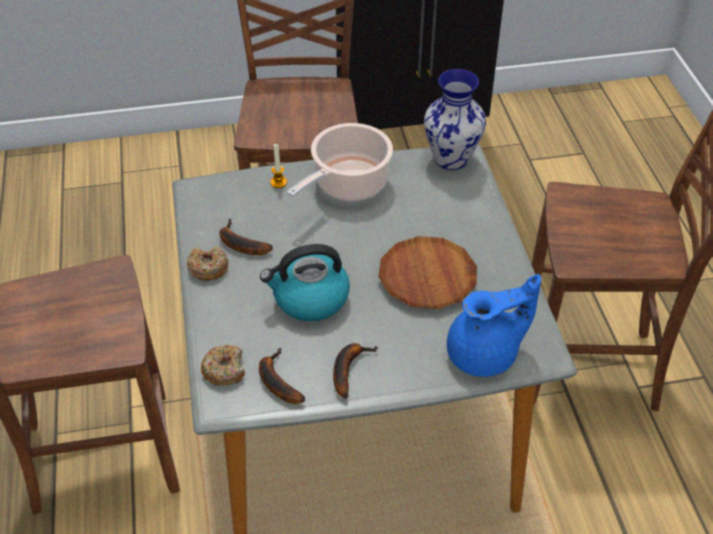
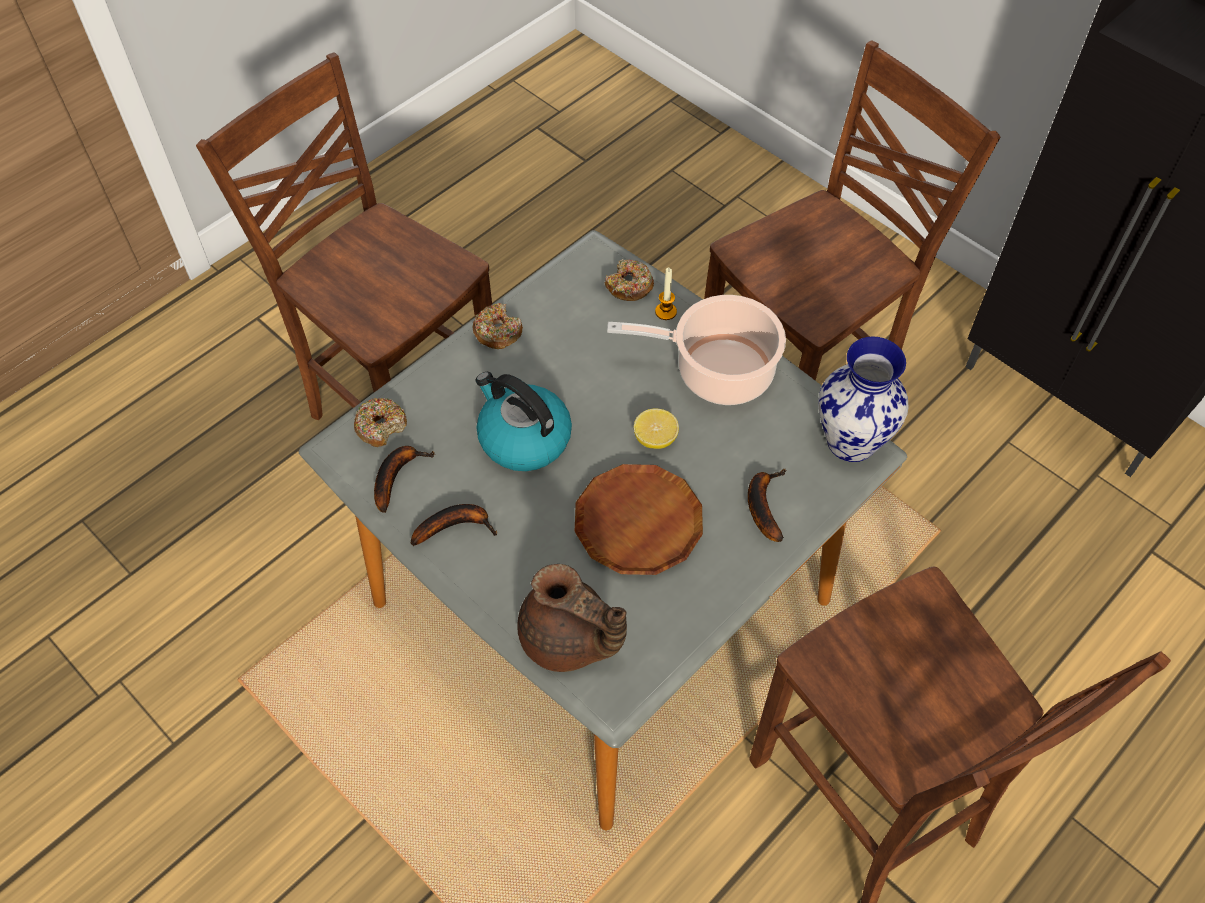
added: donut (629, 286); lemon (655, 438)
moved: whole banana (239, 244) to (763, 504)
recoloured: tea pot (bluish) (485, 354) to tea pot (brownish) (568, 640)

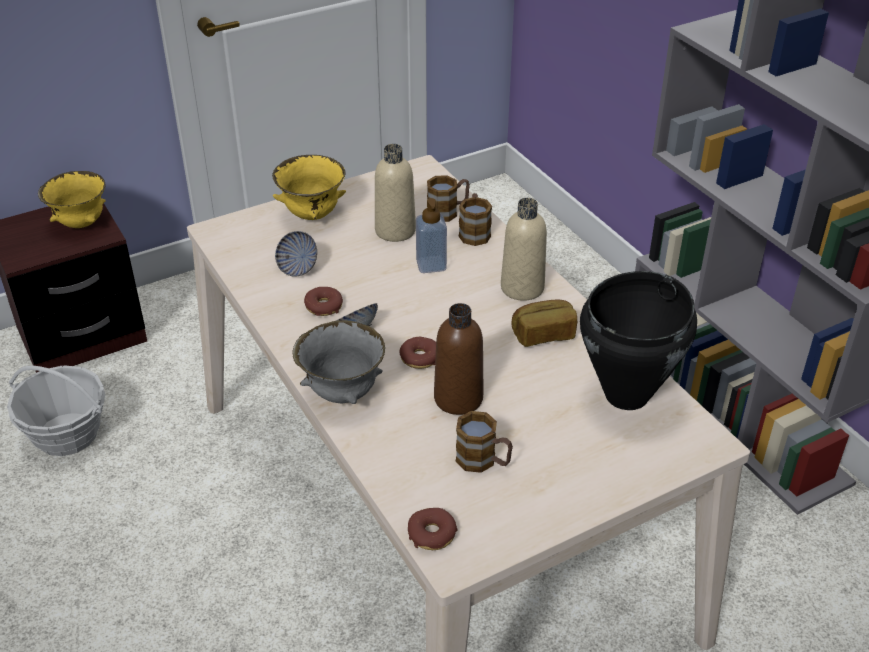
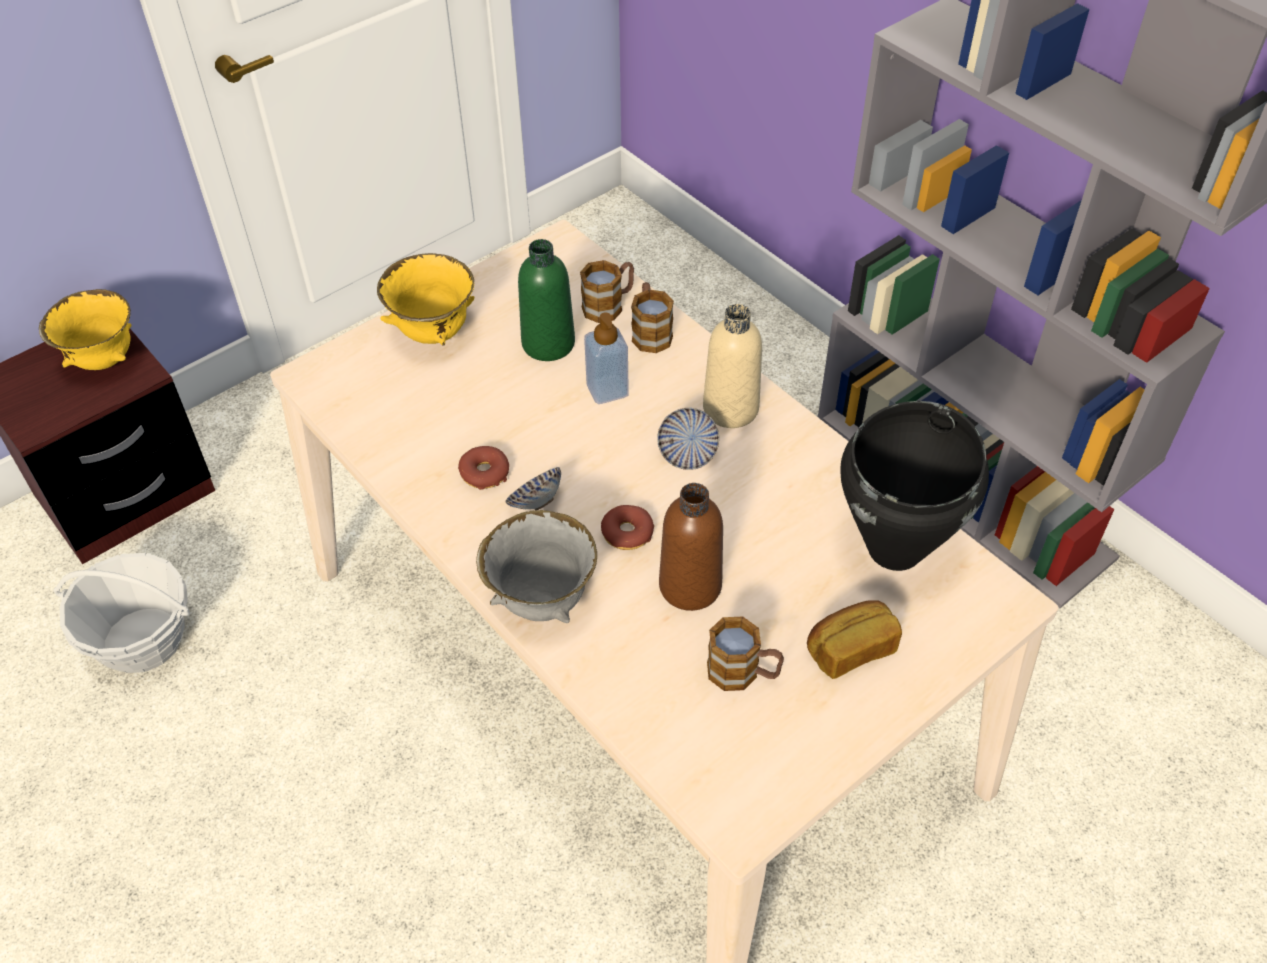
removed: donut (432, 534)
moved: bowl (298, 268) to (687, 454); baked bread (543, 334) to (850, 648)
recoloured: bottle (beige-coloured) (395, 230) to bottle (green) (548, 343)

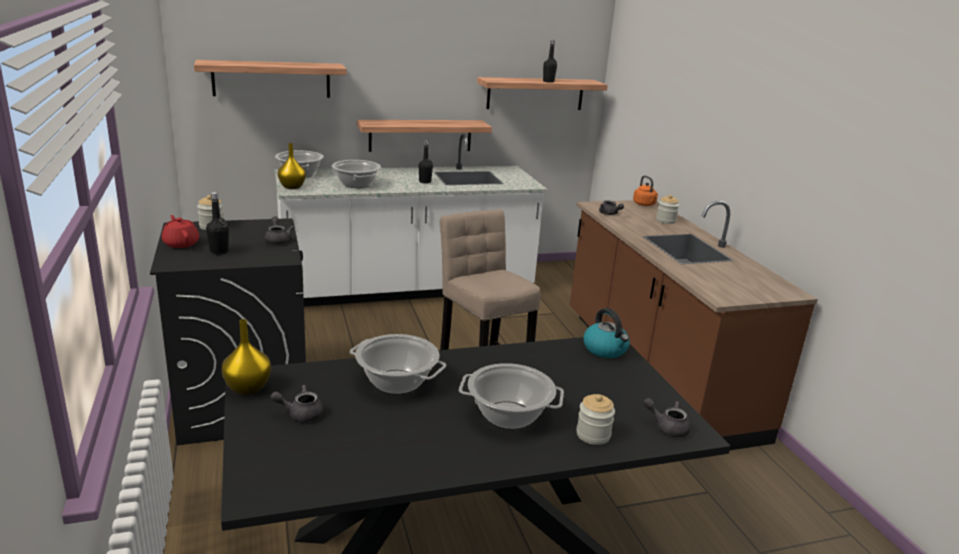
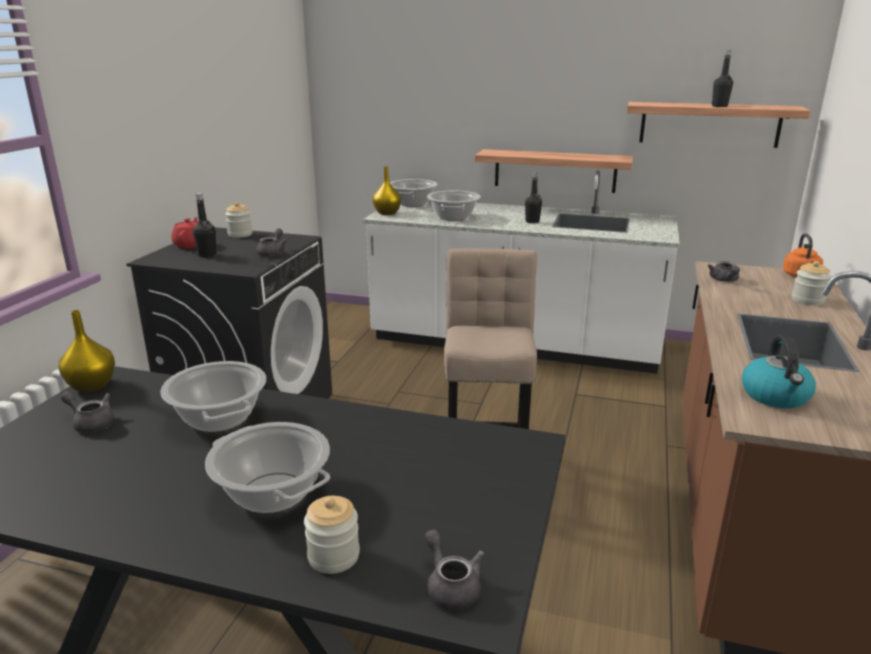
removed: shelf (271, 79)
moved: kettle (605, 349) to (775, 396)

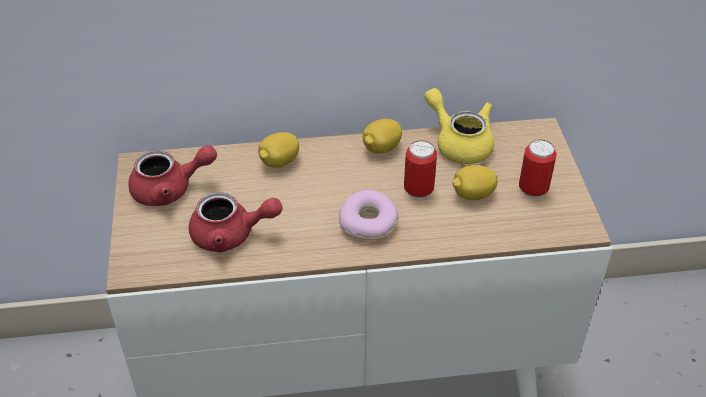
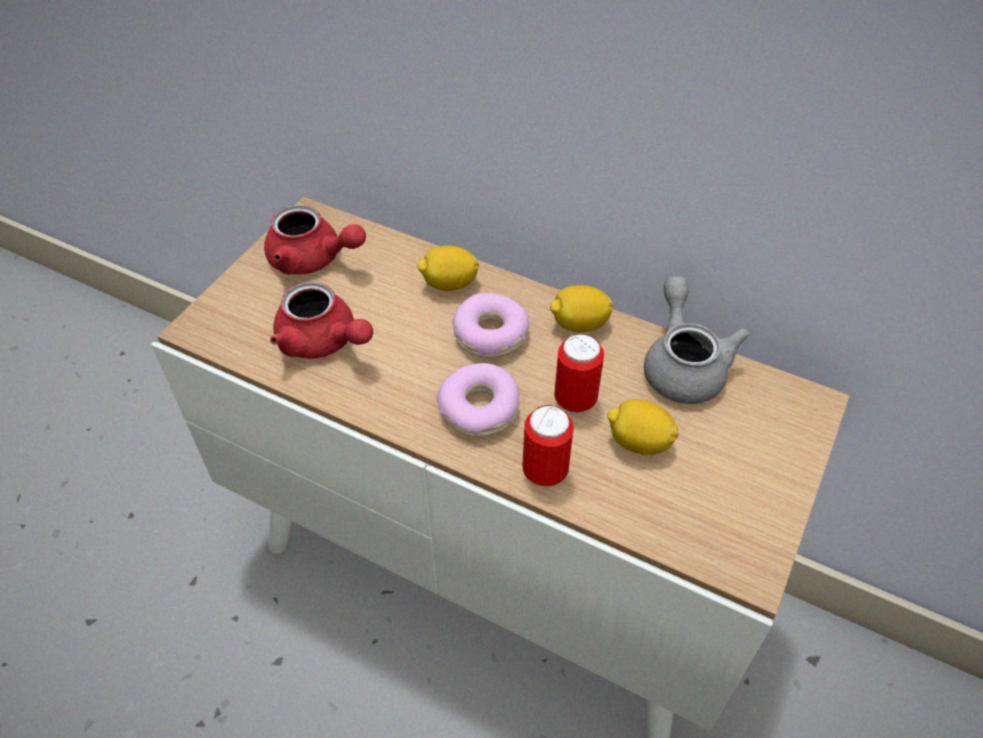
added: donut (490, 335)
moved: sealed can (533, 190) to (545, 472)
recoloured: tea pot (yellow-coloured) (459, 143) to tea pot (greyish) (683, 365)

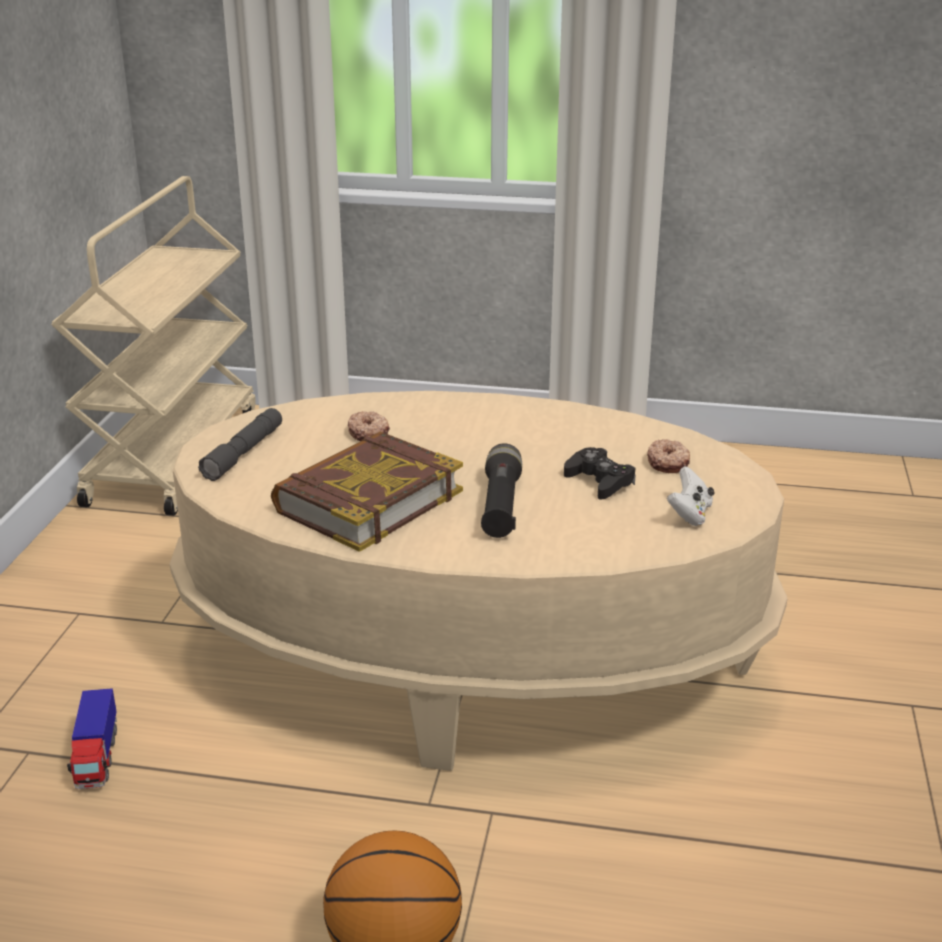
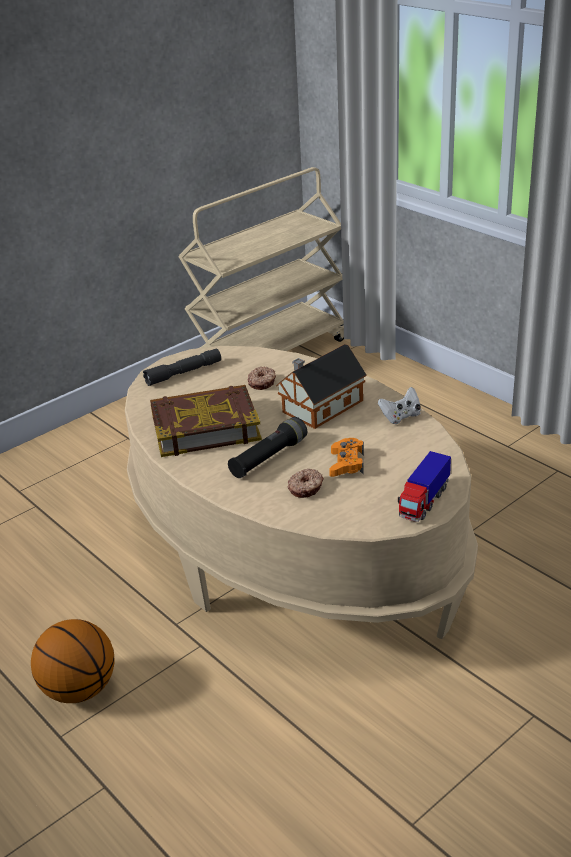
added: toy house (319, 407)
moved: donut (668, 463) to (306, 488); game controller (white-coloured) (689, 514) to (401, 417); toy truck (97, 758) to (424, 502)
recoloured: game controller (blackish) (599, 481) to game controller (orangey) (347, 464)

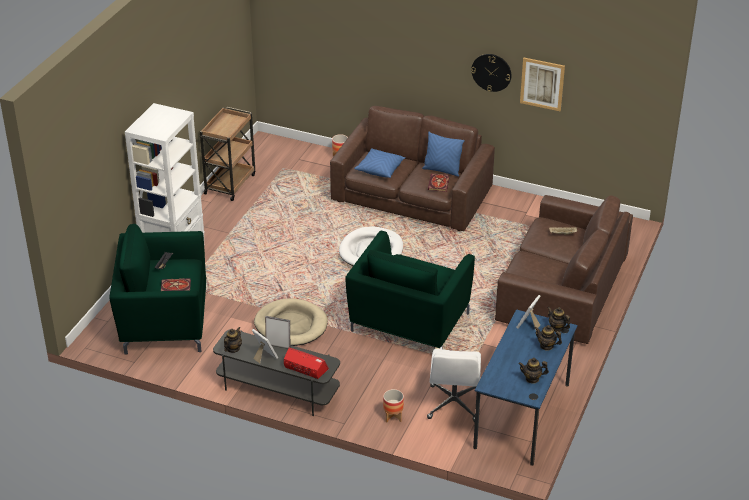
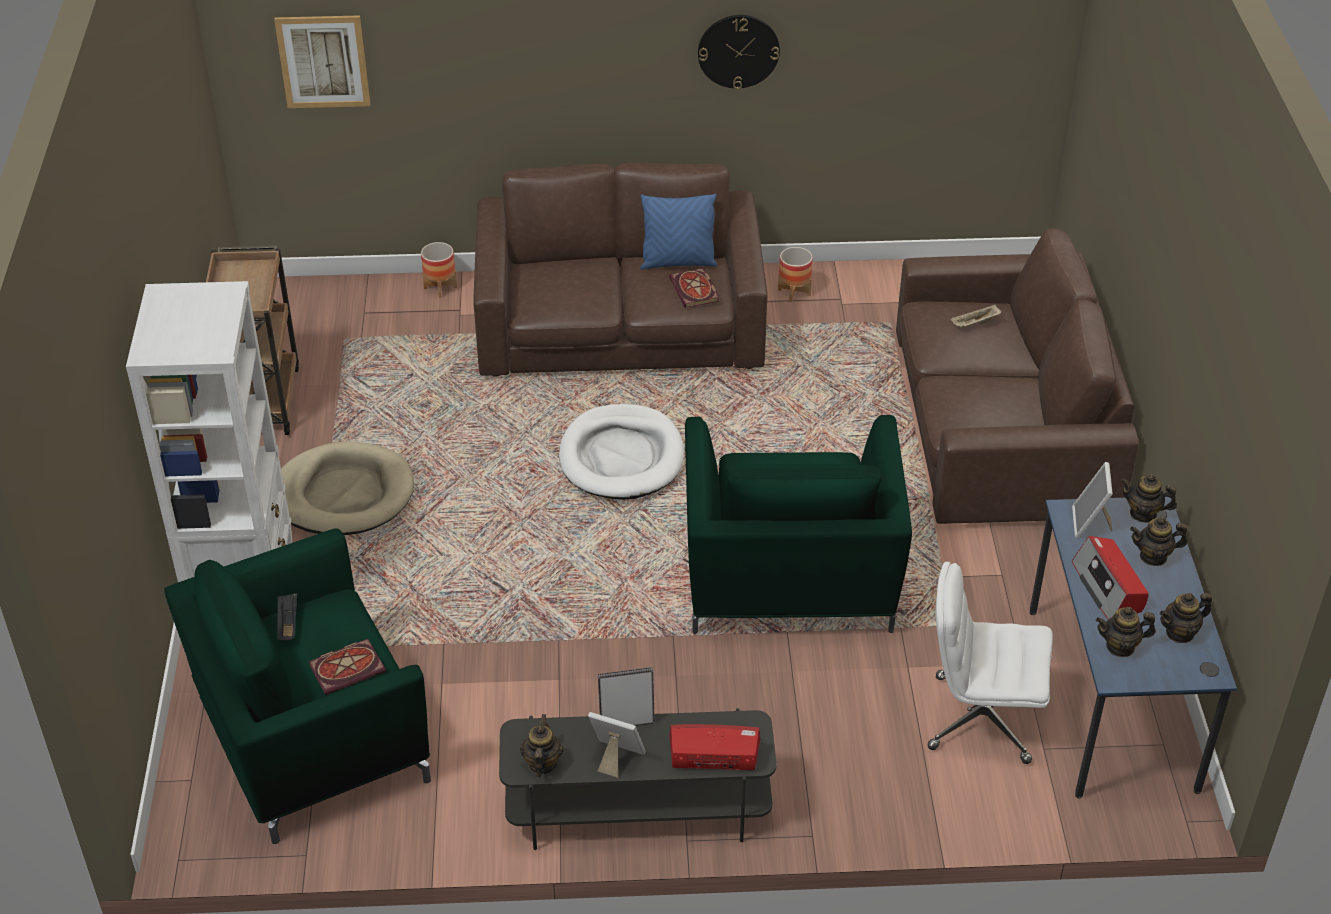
removed: throw pillow (bluish) (380, 169)
added: radio (1108, 588); tea pot (1120, 647)
moved: wall picture (542, 84) to (323, 61); dog bed (beige-coloured) (291, 325) to (343, 494); flower pot (393, 416) to (794, 292)
turned: desk chair (white-coloured) (453, 404) = (980, 719) 120 degrees clockwise

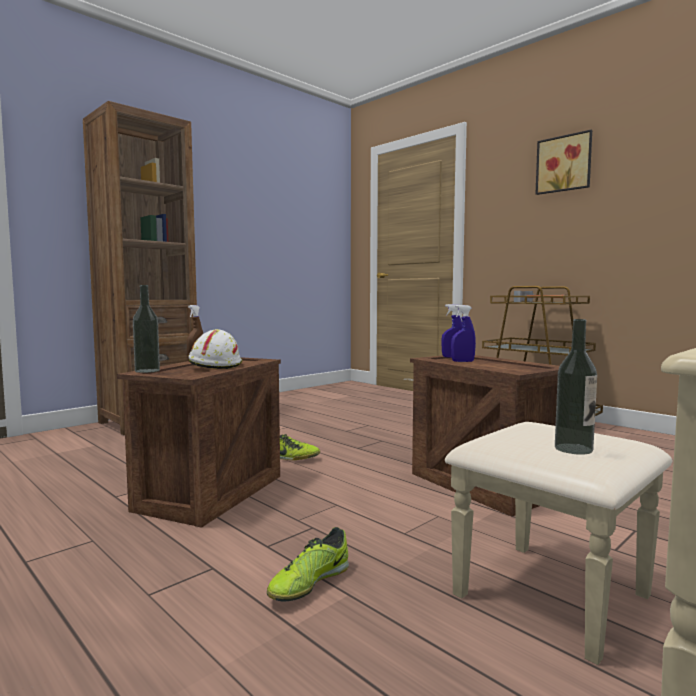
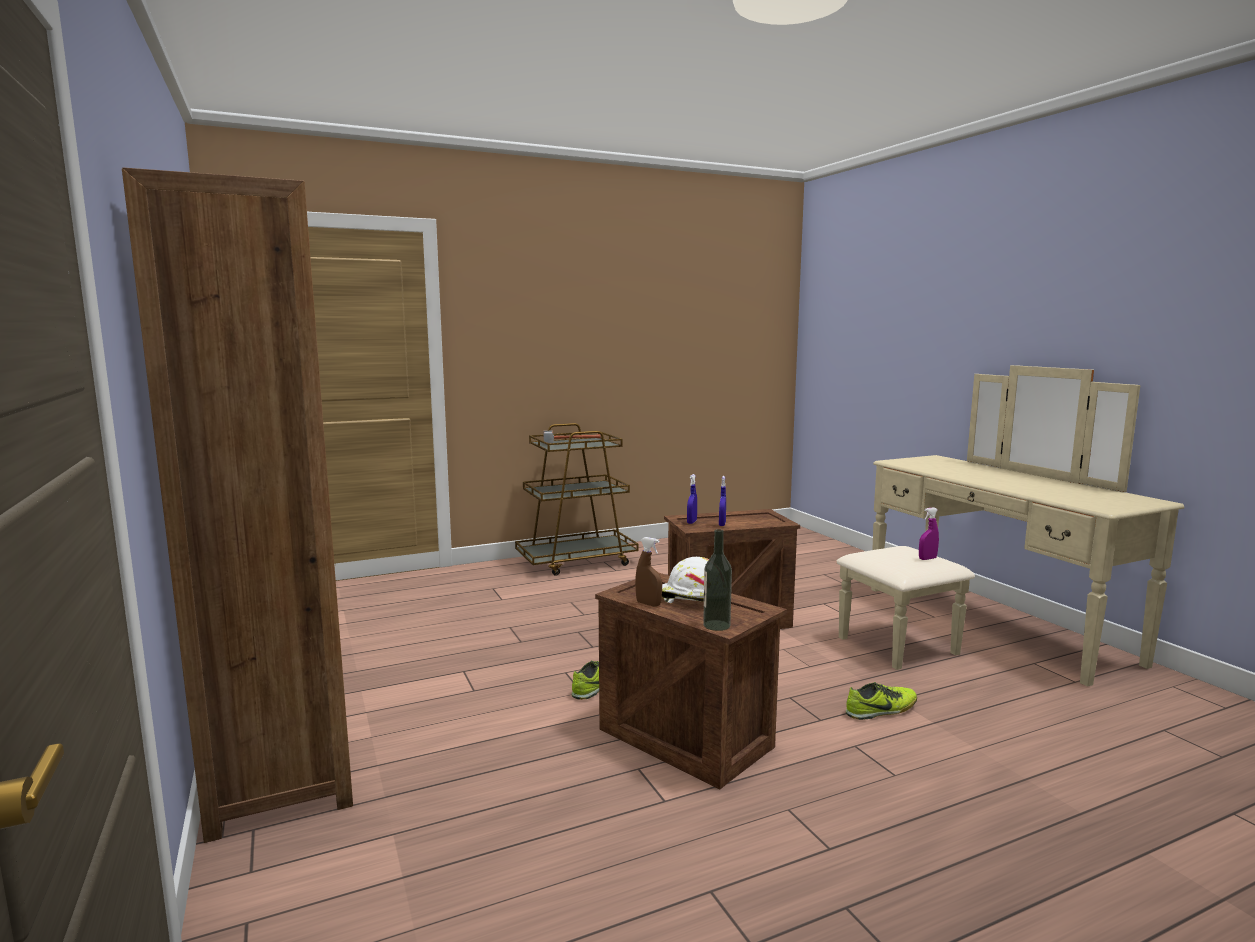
removed: wall picture (564, 164)
replaced: bottle (573, 449) to spray bottle (purple-coloured) (927, 558)
turned: item of footwear (309, 583) = (881, 710) 75 degrees counterclockwise

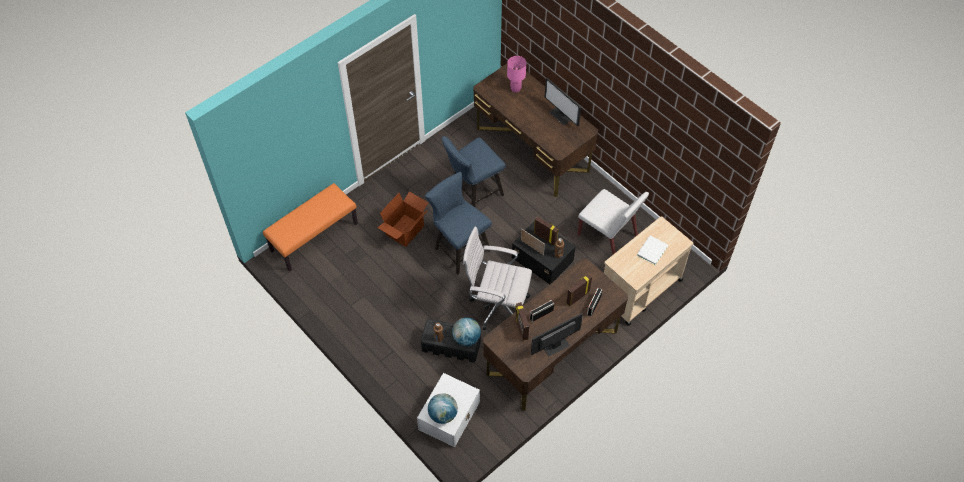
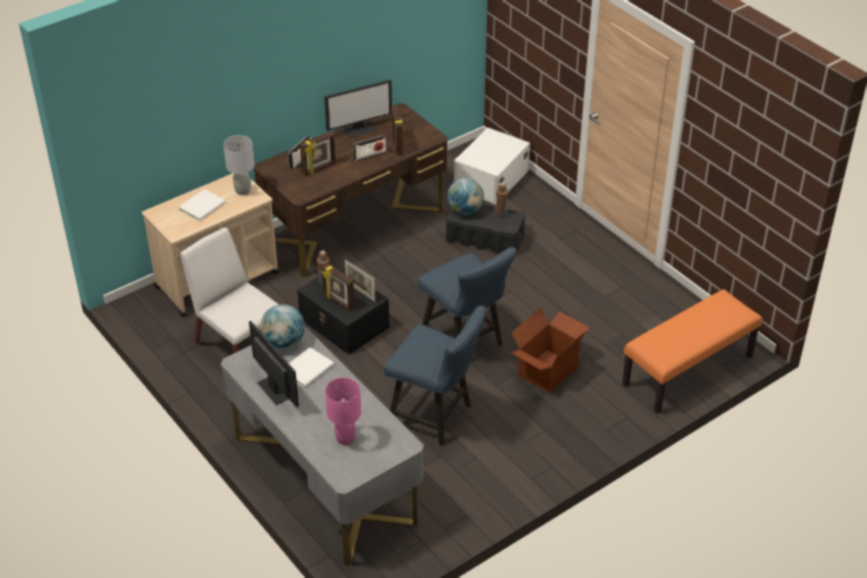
removed: desk chair (white-coloured) (496, 305)
added: table lamp (greyish) (242, 191); volume (white-coloured) (309, 368)
moved: globe (443, 414) to (284, 342)
recoloured: desk (brownish) (532, 149) to desk (greyish) (324, 479)
turned: plain chair (bluish) (473, 192) = (435, 417) 60 degrees clockwise

